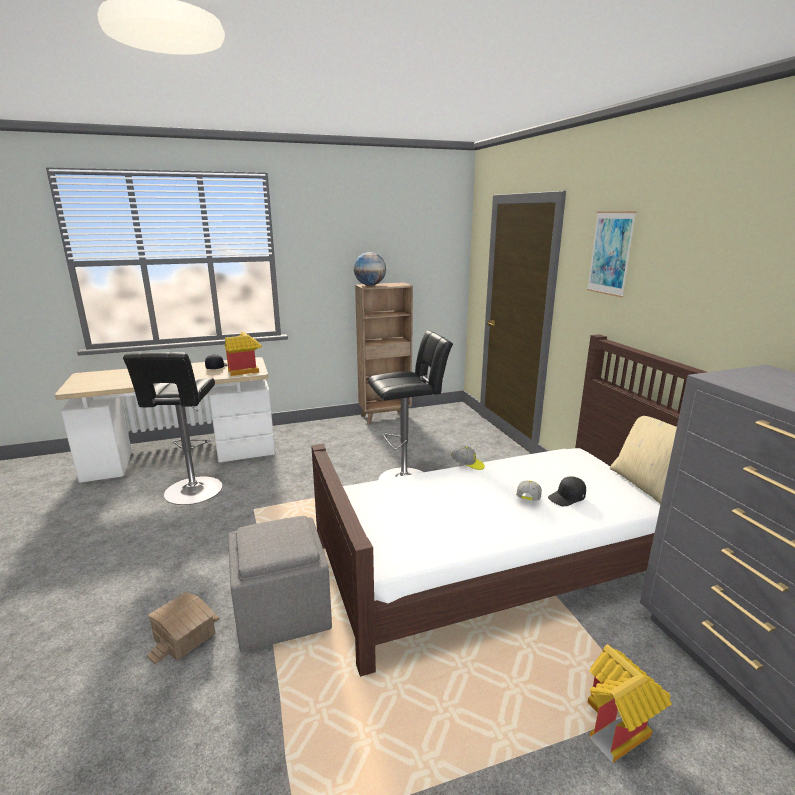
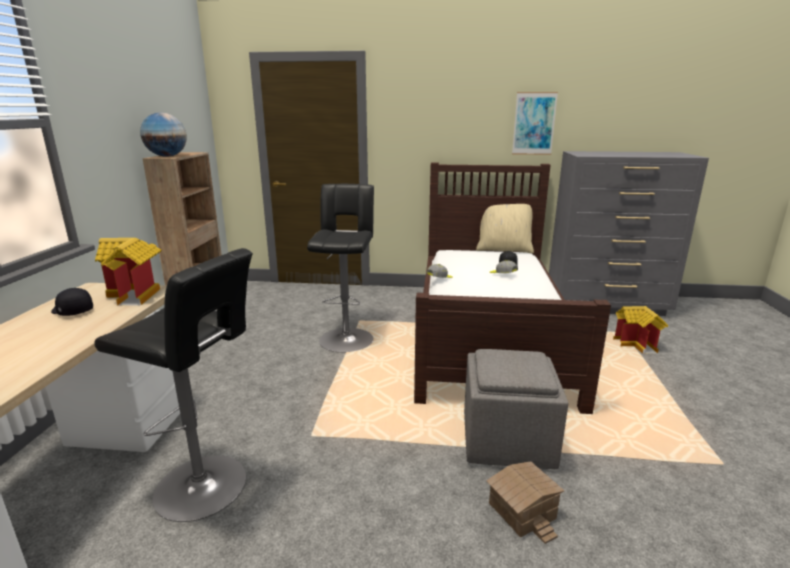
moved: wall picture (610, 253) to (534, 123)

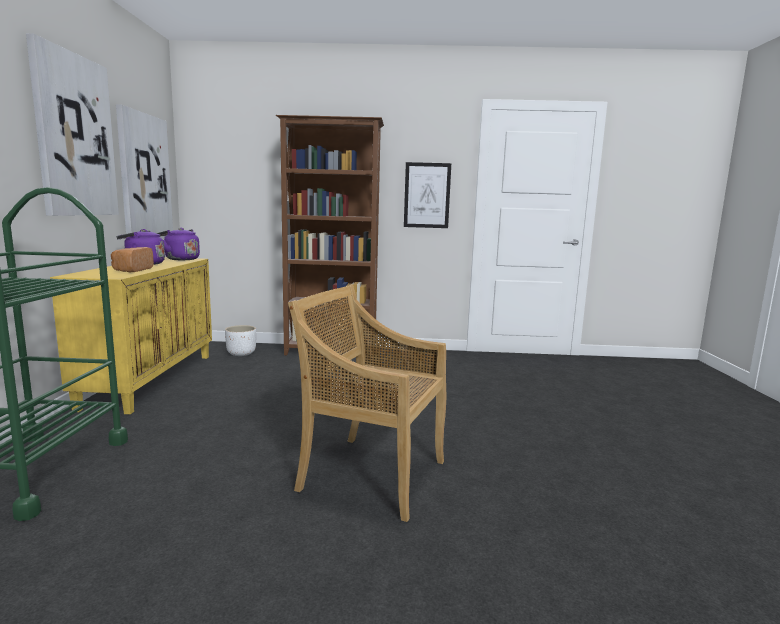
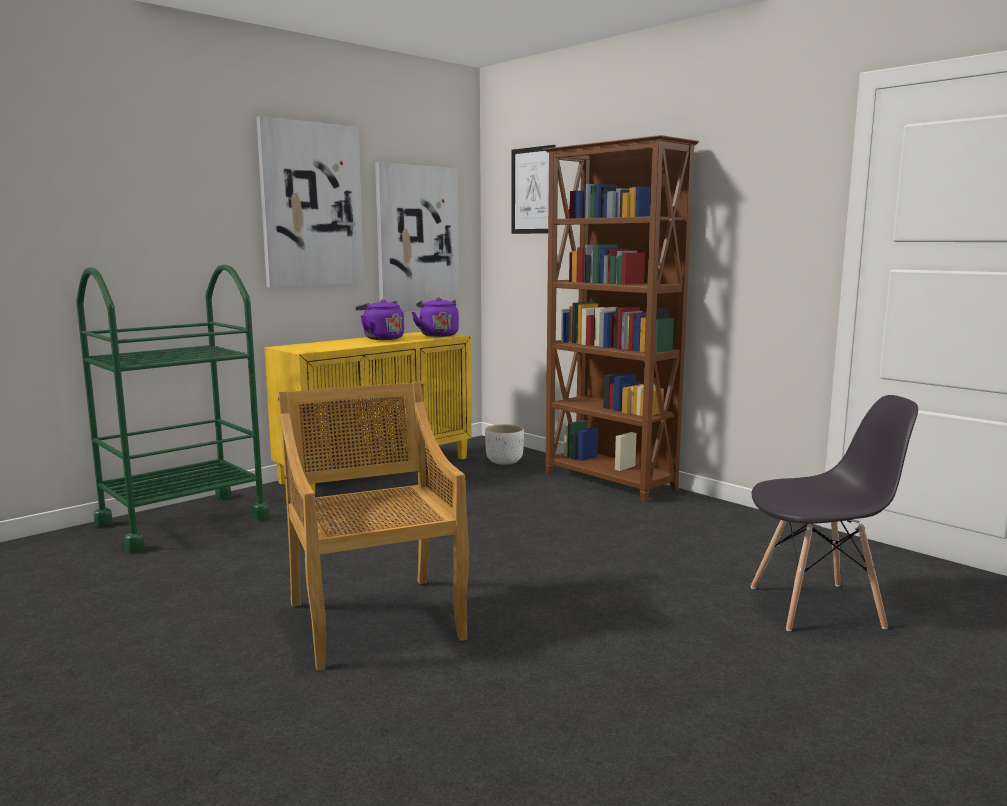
removed: baked bread (132, 270)
added: plain chair (greyish) (817, 607)
moved: wall picture (427, 195) to (533, 190)

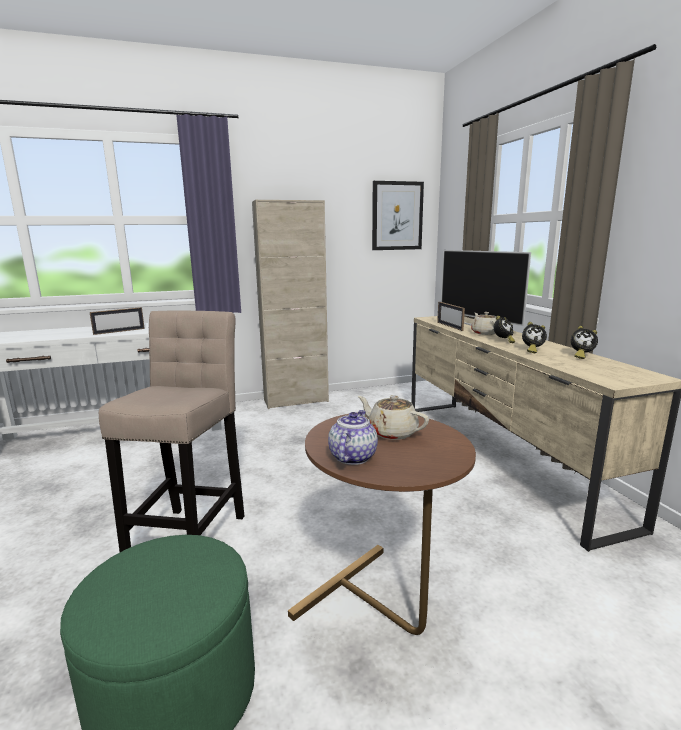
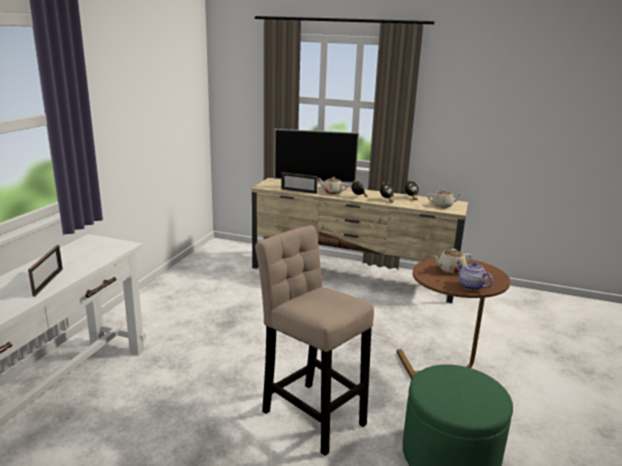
removed: wall picture (397, 216); cupboard (beige-coloured) (296, 400)
added: tea pot (beige-coloured) (443, 205)

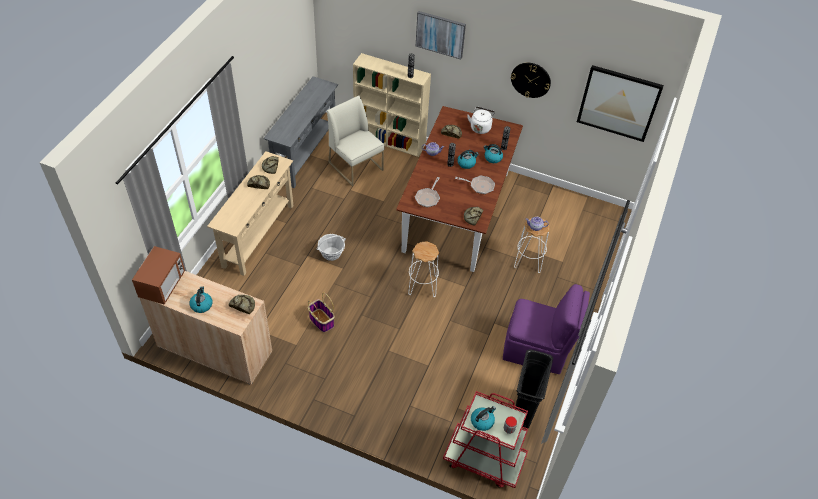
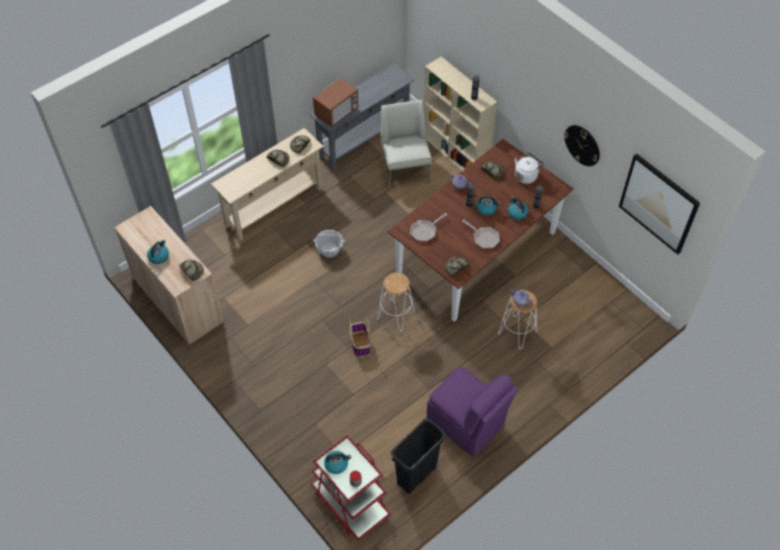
removed: wall picture (440, 34)
moved: microwave (162, 285) to (336, 112); storage basket (321, 320) to (360, 343)

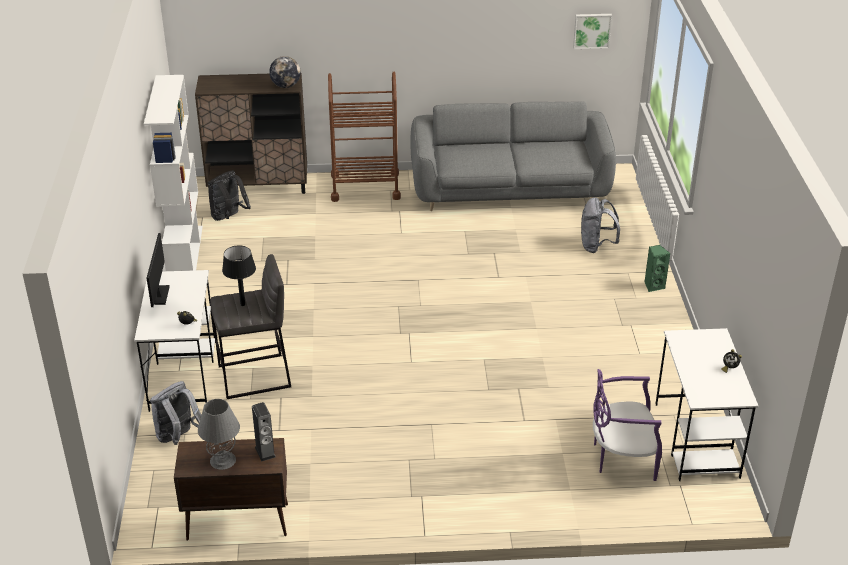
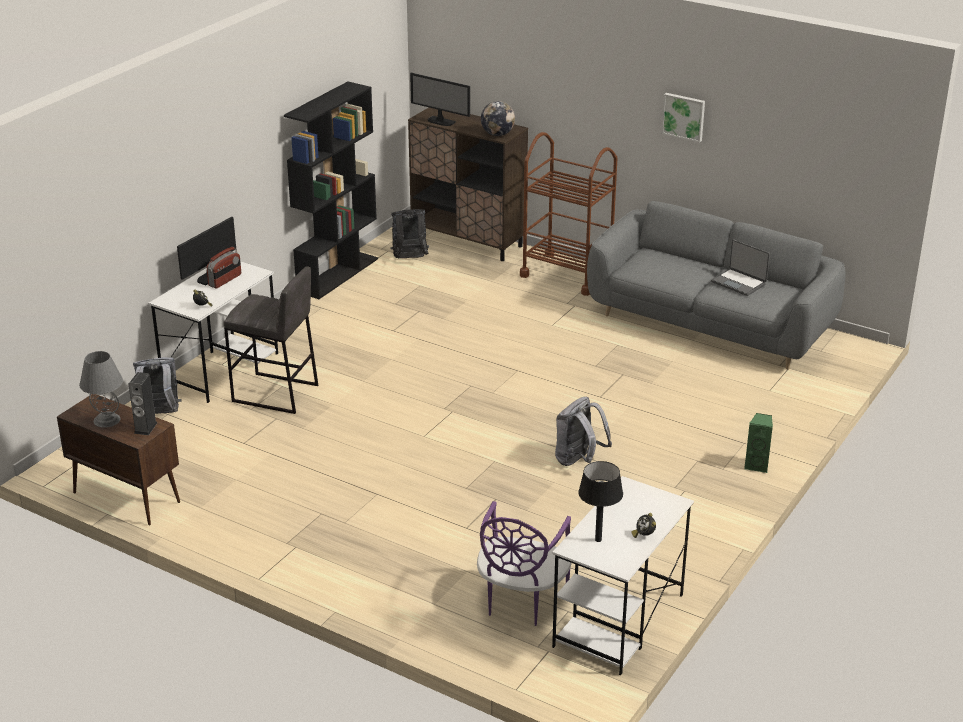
added: monitor (440, 122); laptop (739, 283); radio (225, 280)
moved: wall picture (592, 30) to (684, 116); rucksack (greyish) (596, 246) to (578, 460); table lamp (blackish) (243, 304) to (598, 540)
recoloured: shelving unit (white-coloured) (184, 253) to shelving unit (blackish) (337, 274)
turned: plain chair (purple-coloured) (622, 457) = (521, 601) 105 degrees counterclockwise

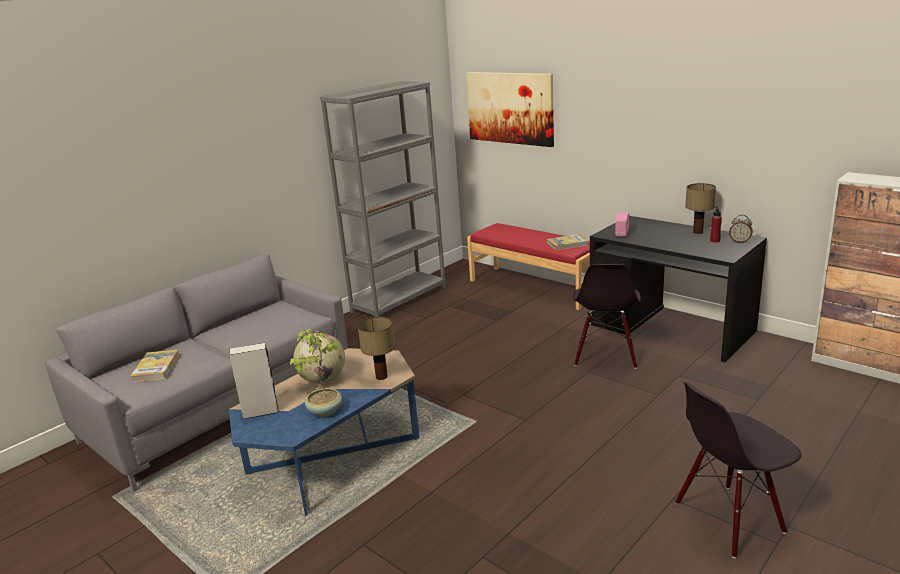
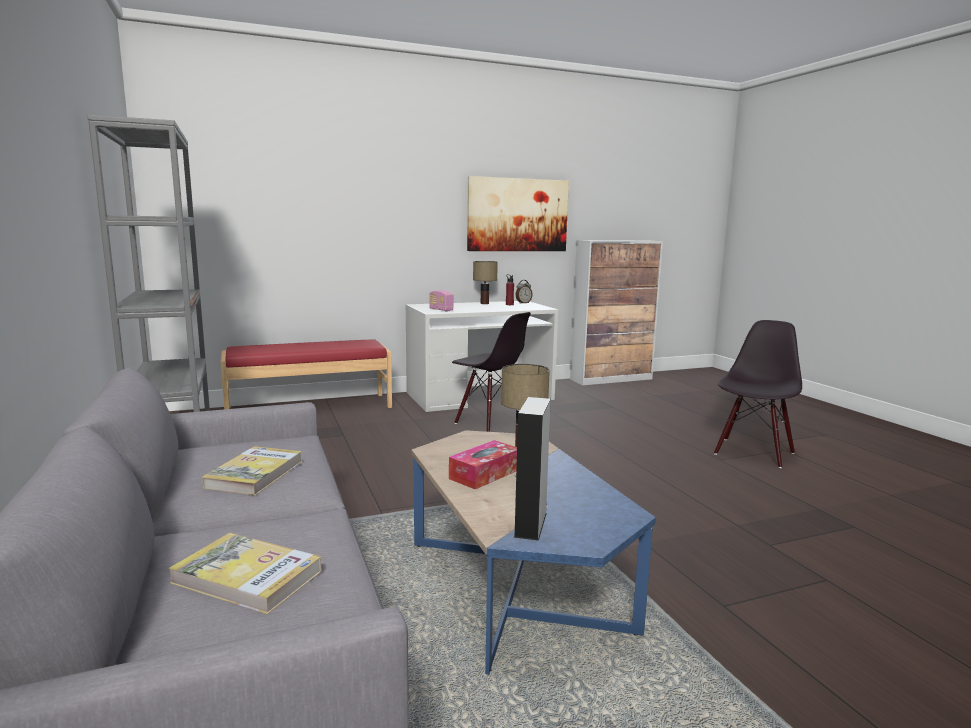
removed: plant in a pot (324, 411)
moved: wall picture (510, 108) to (517, 215); volume (567, 244) to (255, 474)
replaced: globe (323, 380) to tissue holder (485, 474)
recoloured: desk (blackish) (671, 327) to desk (white-coloured) (479, 396)
turned: plain chair (blackish) (729, 519) = (752, 453) 150 degrees counterclockwise

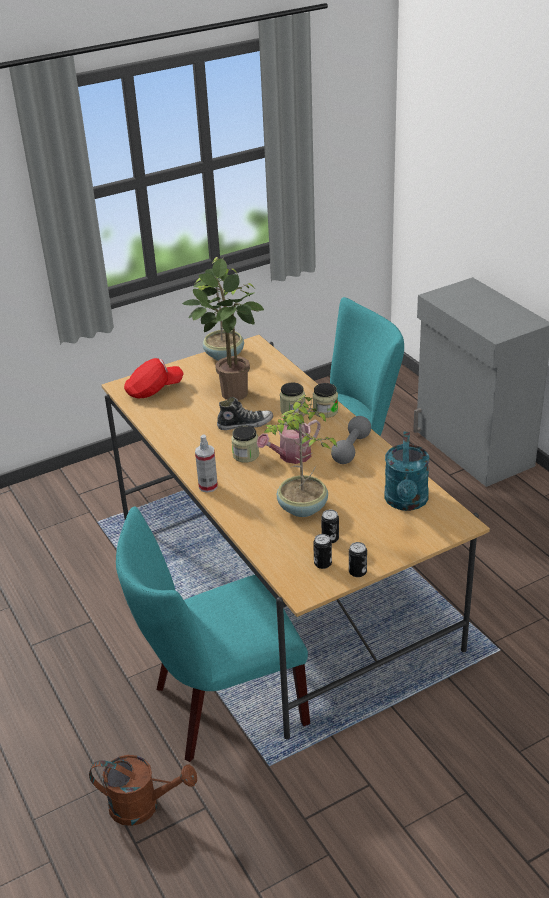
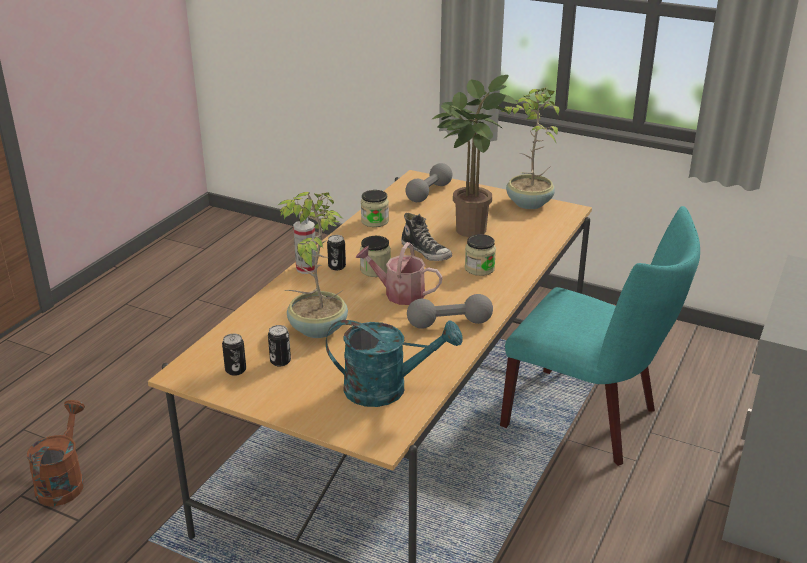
removed: plain chair (turquoise-coloured) (220, 707)
moved: storage jar (325, 411) to (375, 221); sealed can (357, 572) to (337, 266)
replaced: baseball cap (red-coloured) (153, 390) to free weight (greyish) (429, 193)
turned: watering pot (turquoise-coloured) (406, 502) = (387, 389) 150 degrees counterclockwise; watering pot (brownish) (143, 806) = (63, 481) 150 degrees counterclockwise

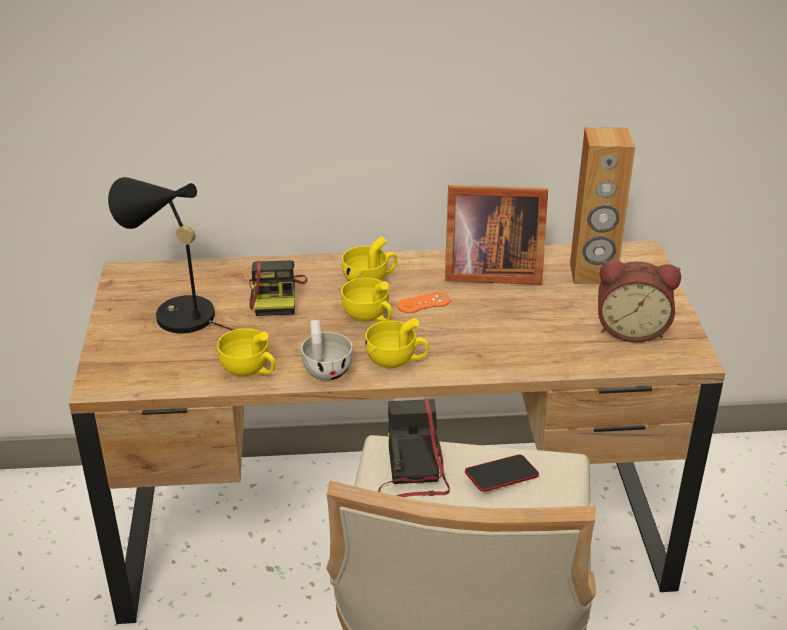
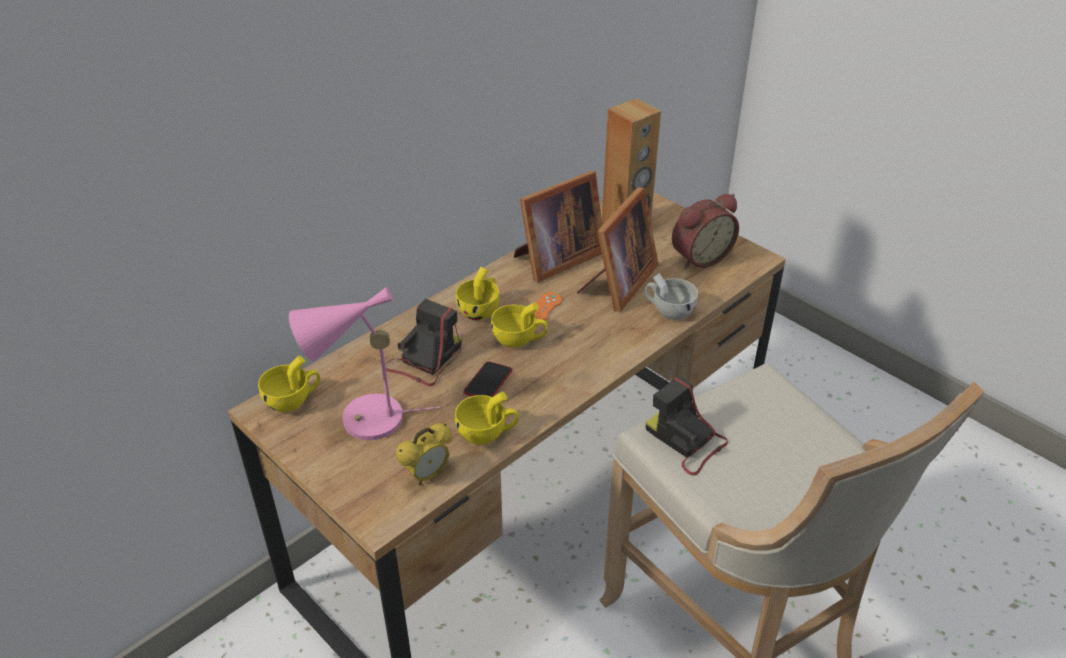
added: photo frame (617, 284); table clock (427, 475)
moved: small cup (yellow-coloured) (396, 360) to (293, 400); small cup (white-coloured) (325, 368) to (668, 310); handset (501, 477) to (488, 384)
recoloured: table lamp (blackish) (176, 315) to table lamp (pink-coloured) (363, 421)
turned: photo camera (276, 295) = (425, 360) 105 degrees counterclockwise

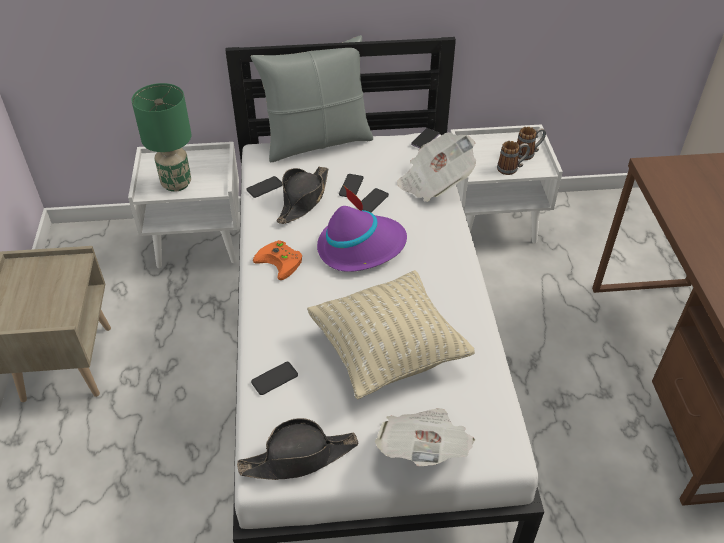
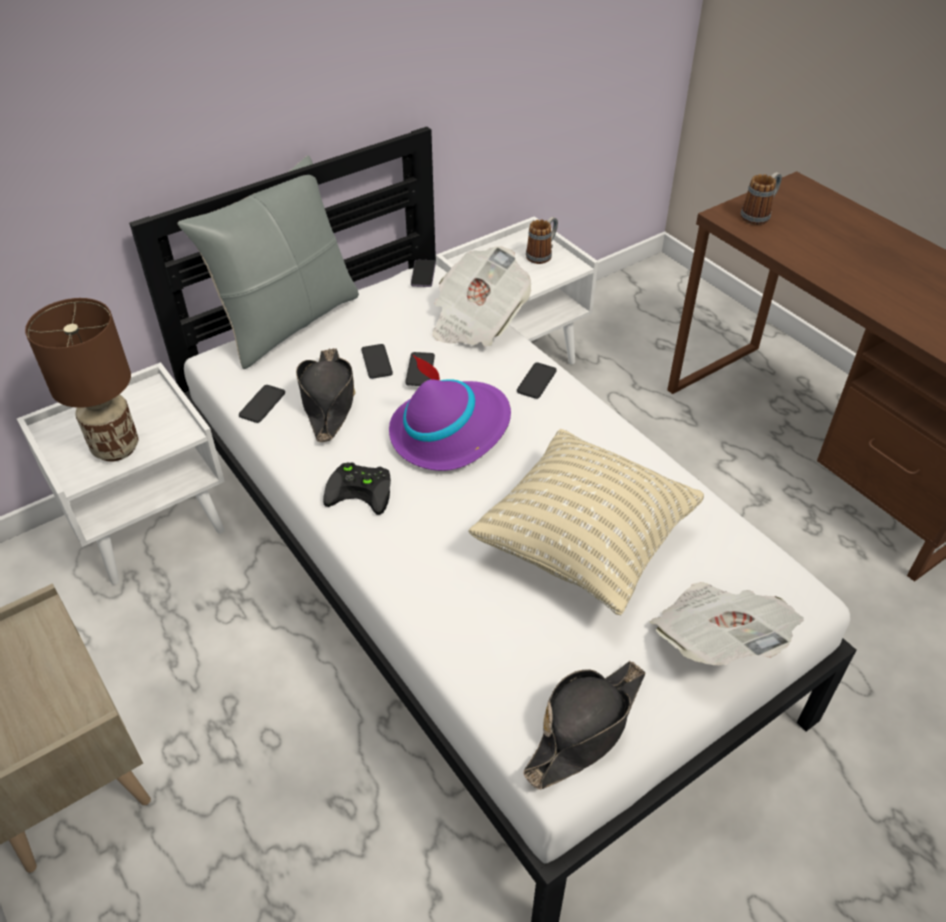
moved: mug (511, 168) to (759, 215); handset (274, 378) to (536, 381)
recoloured: table lamp (green) (177, 183) to table lamp (brownish) (117, 447); game controller (orangey) (282, 261) to game controller (blackish) (362, 490)

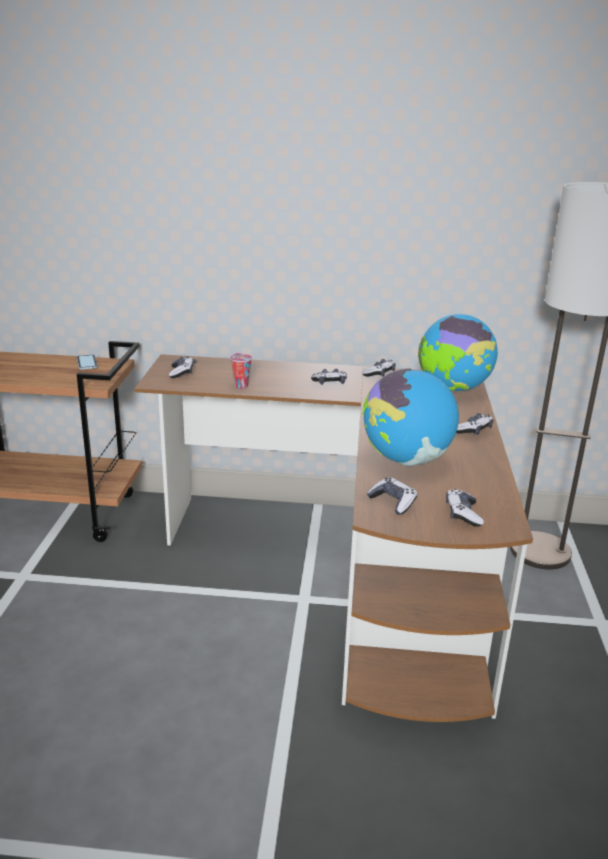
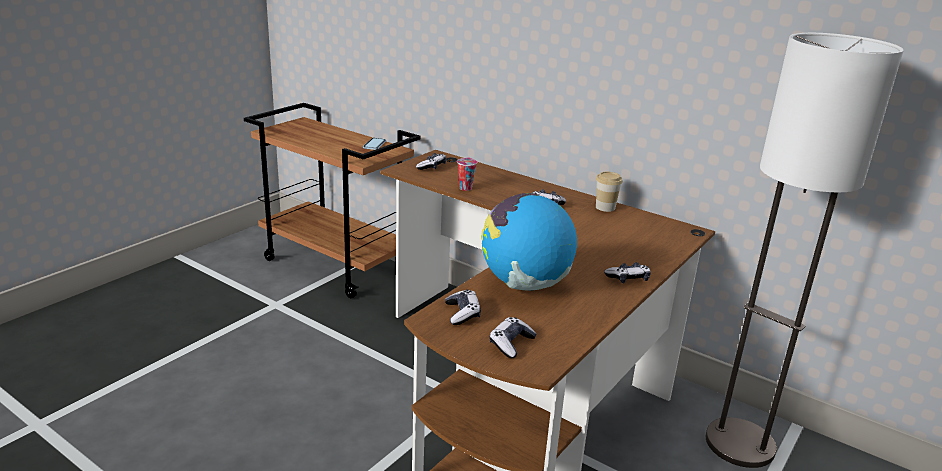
removed: globe (453, 389)
replaced: game controller (379, 374) to small cup (605, 207)

